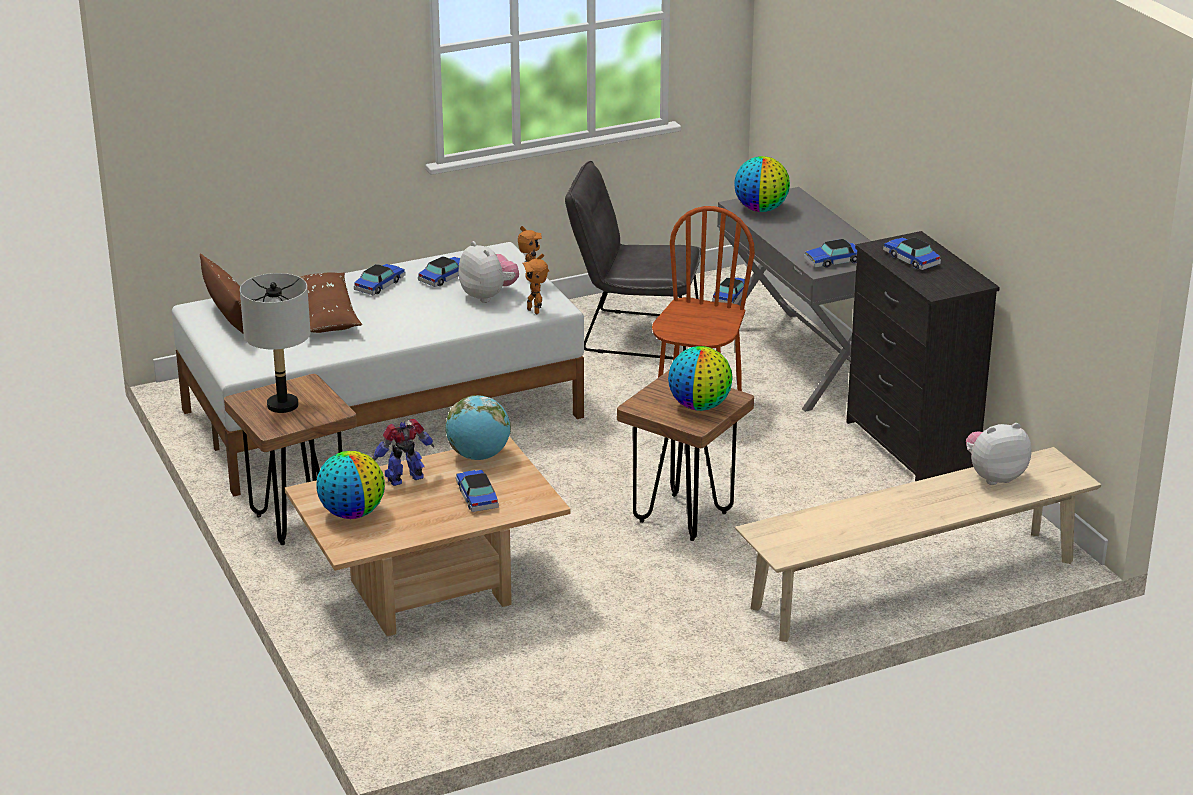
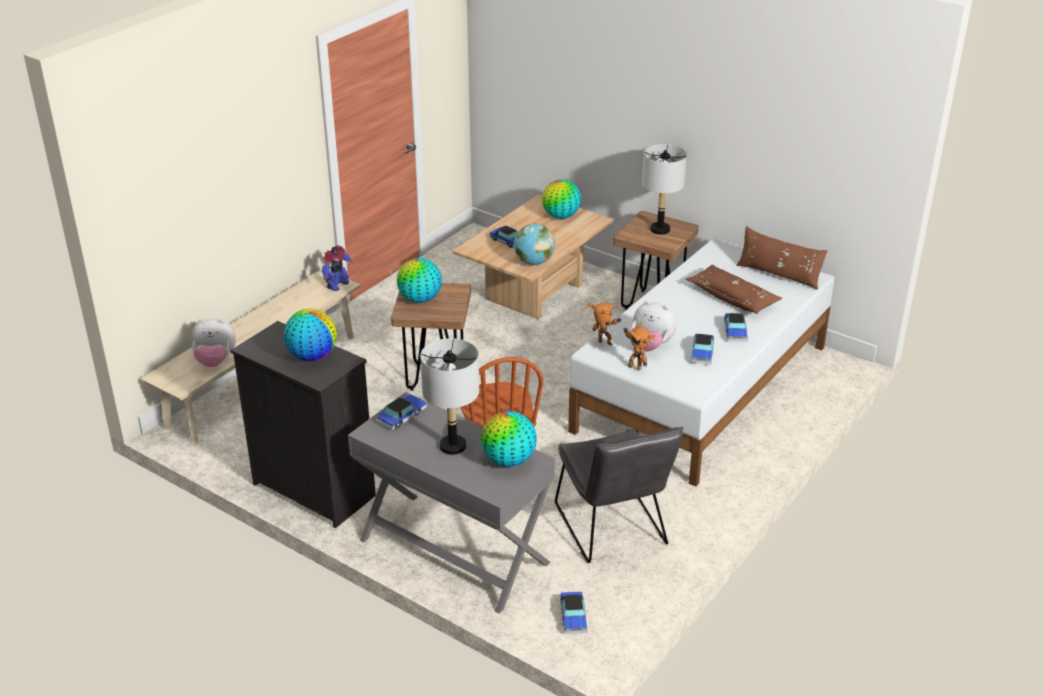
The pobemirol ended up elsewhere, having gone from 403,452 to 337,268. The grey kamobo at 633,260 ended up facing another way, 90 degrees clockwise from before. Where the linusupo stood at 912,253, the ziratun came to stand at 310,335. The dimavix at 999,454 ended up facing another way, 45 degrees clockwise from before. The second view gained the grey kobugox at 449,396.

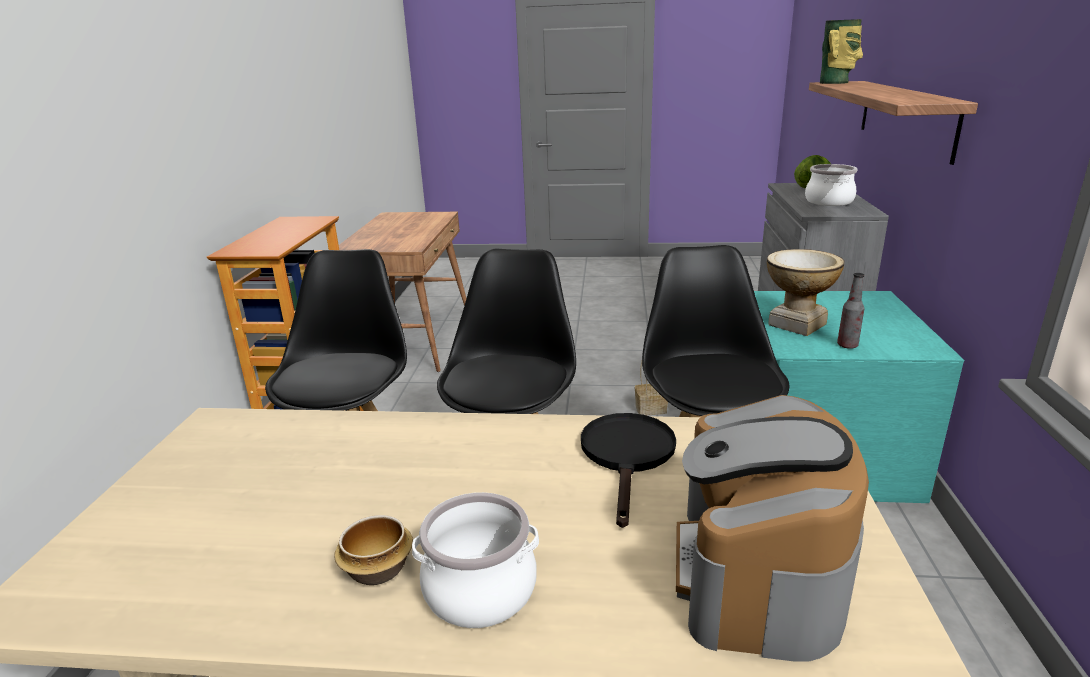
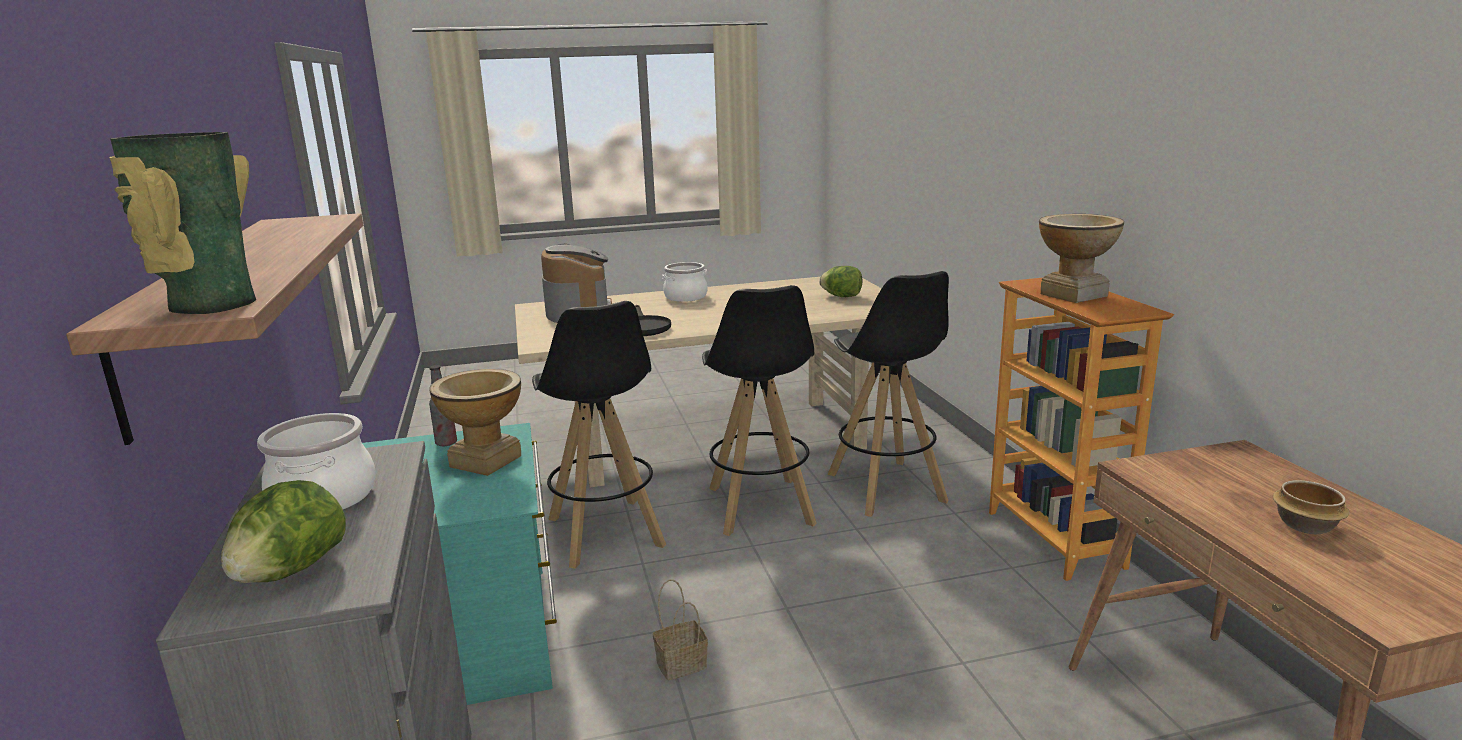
The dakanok ended up elsewhere, having gone from 374,550 to 1311,507. The second view gained the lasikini at 840,281. The second view gained the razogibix at 1081,258.

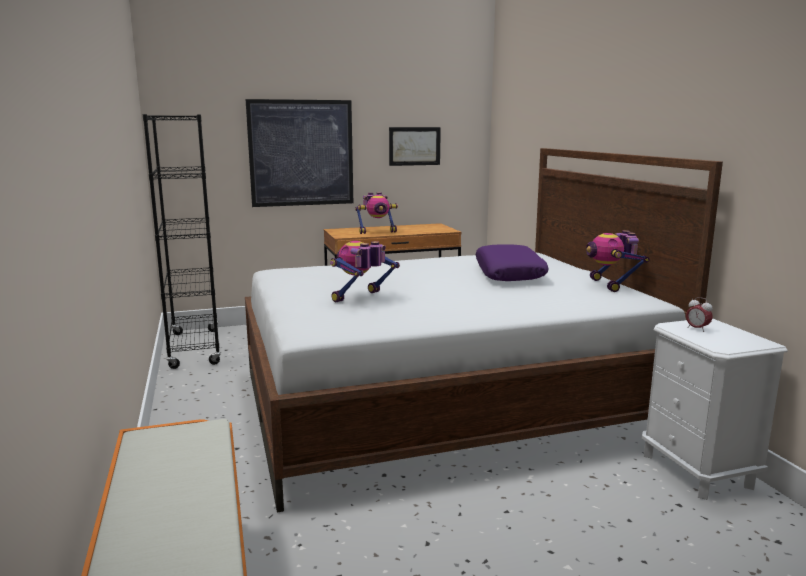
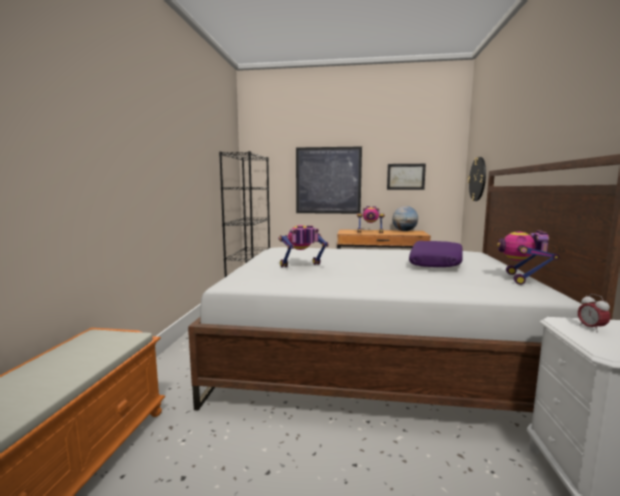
The second view gained the ziratun at 405,218. The second view gained the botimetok at 477,179.

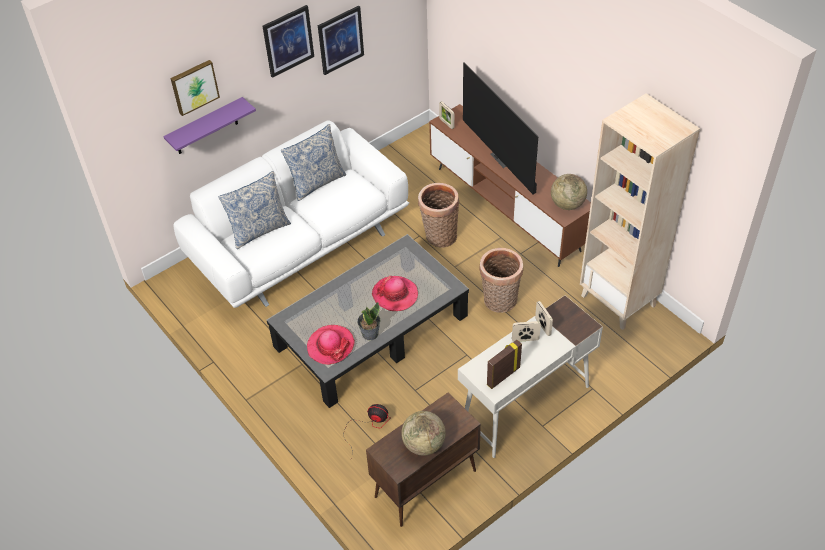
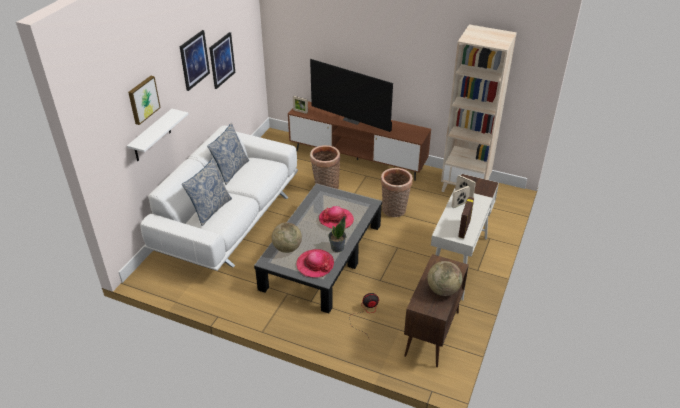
What was the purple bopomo at 209,125 turned into the white bopomo at 157,135. The ziratun ended up elsewhere, having gone from 569,192 to 287,237.

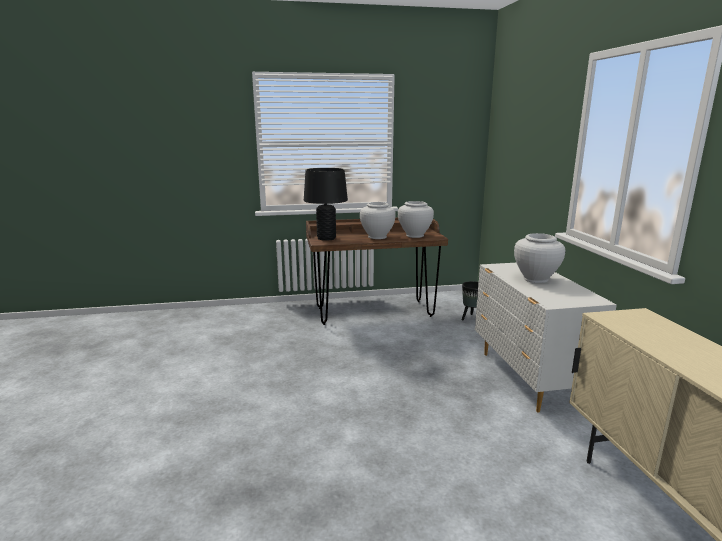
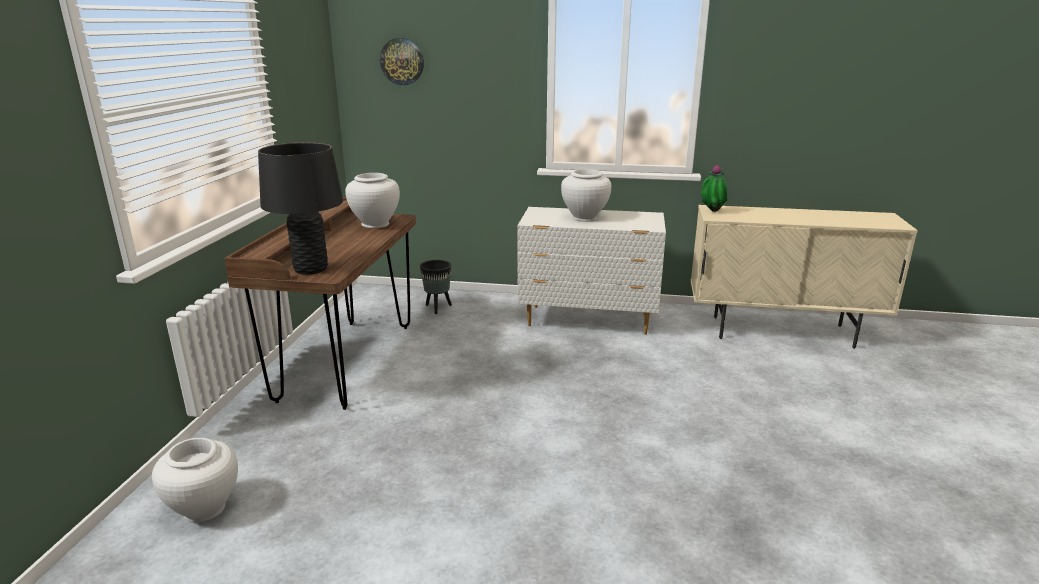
The white razogibix ended up elsewhere, having gone from 378,220 to 195,480. The second view gained the botimetok at 402,61. The second view gained the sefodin at 714,188.

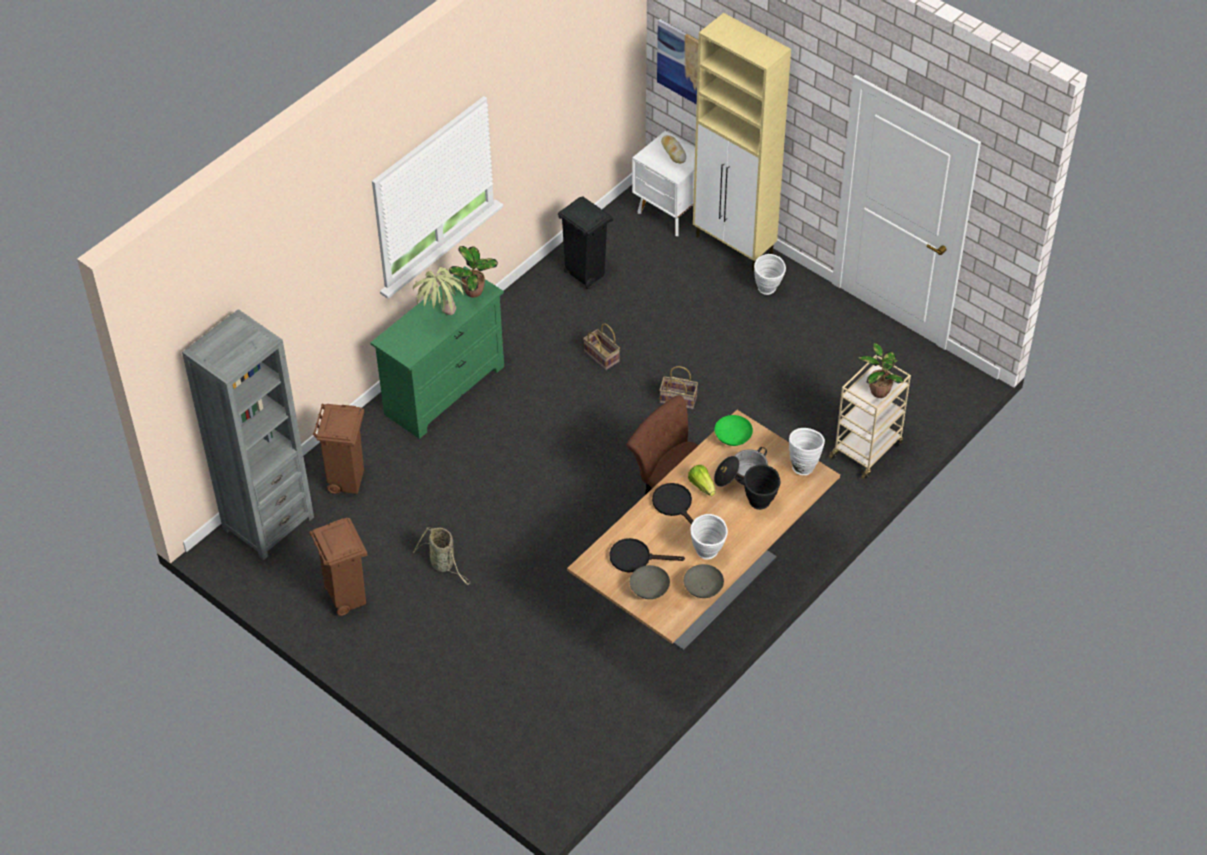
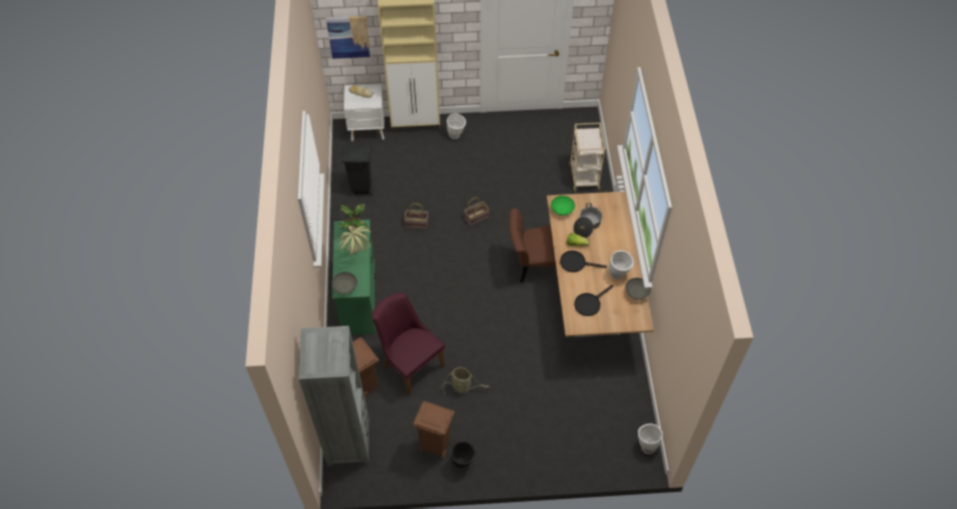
The grey dakanok ended up elsewhere, having gone from 650,582 to 344,283. The black razogibix ended up elsewhere, having gone from 762,487 to 463,454. The white razogibix ended up elsewhere, having gone from 807,451 to 650,439. The second view lost the sefodin at 881,370. The second view gained the purple kamobo at 408,344.

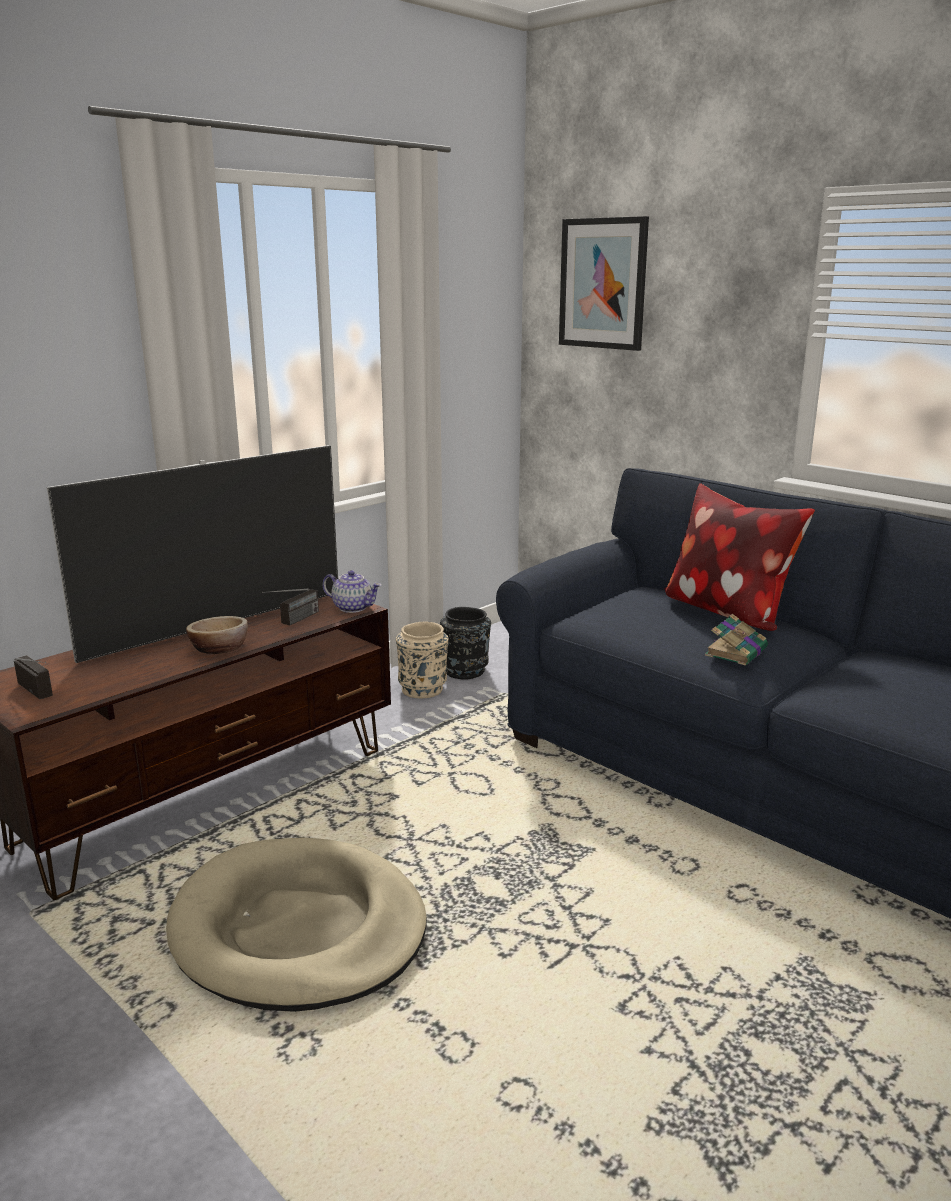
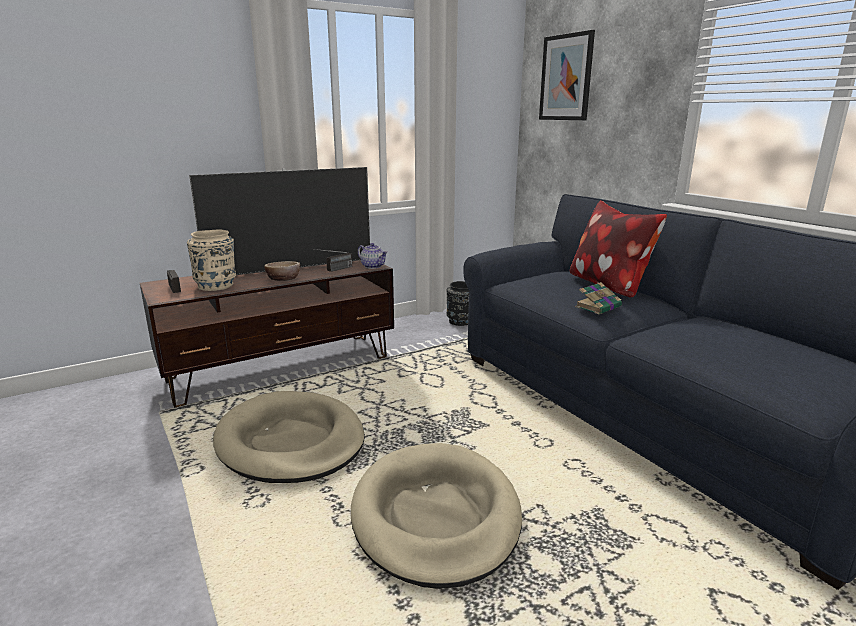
The beige razogibix ended up elsewhere, having gone from 422,660 to 211,260. The second view gained the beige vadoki at 436,516.

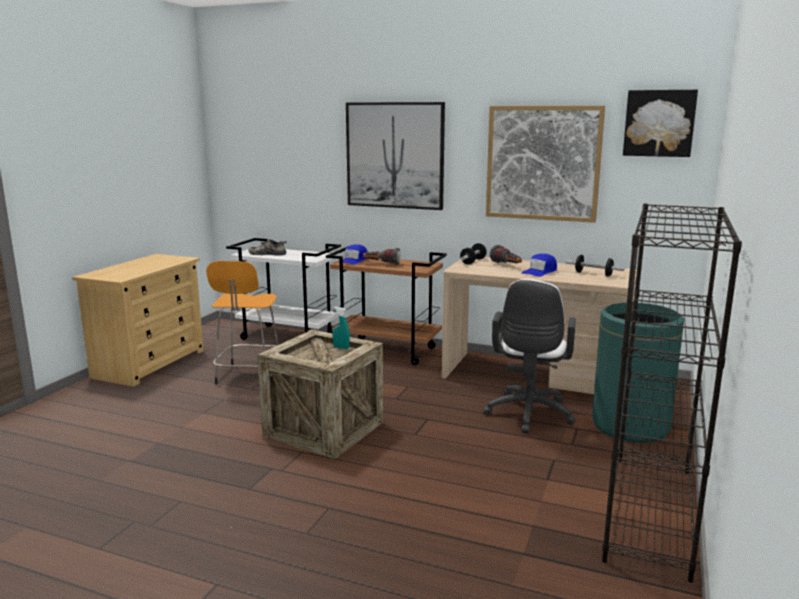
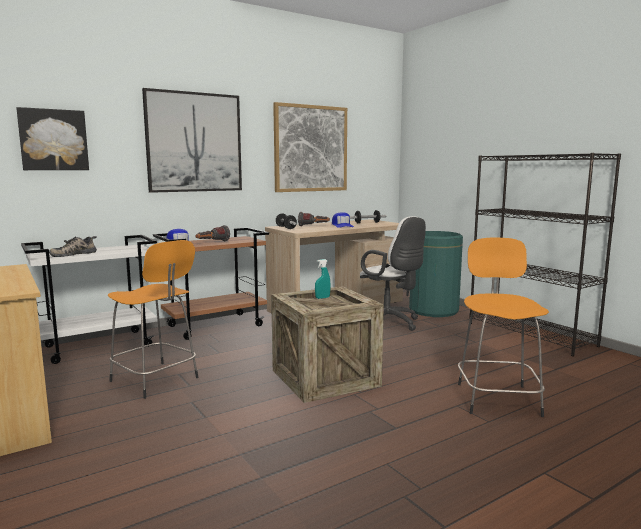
The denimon ended up elsewhere, having gone from 660,123 to 52,138. The second view gained the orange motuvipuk at 503,327.

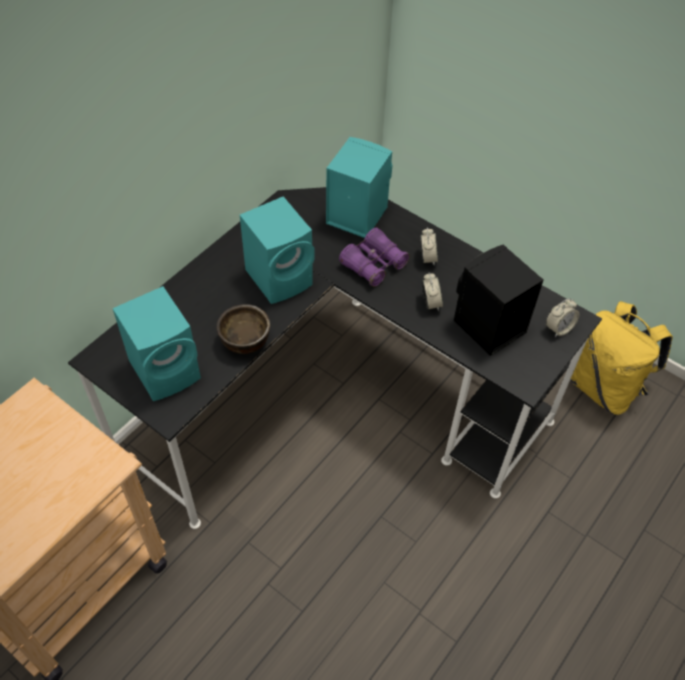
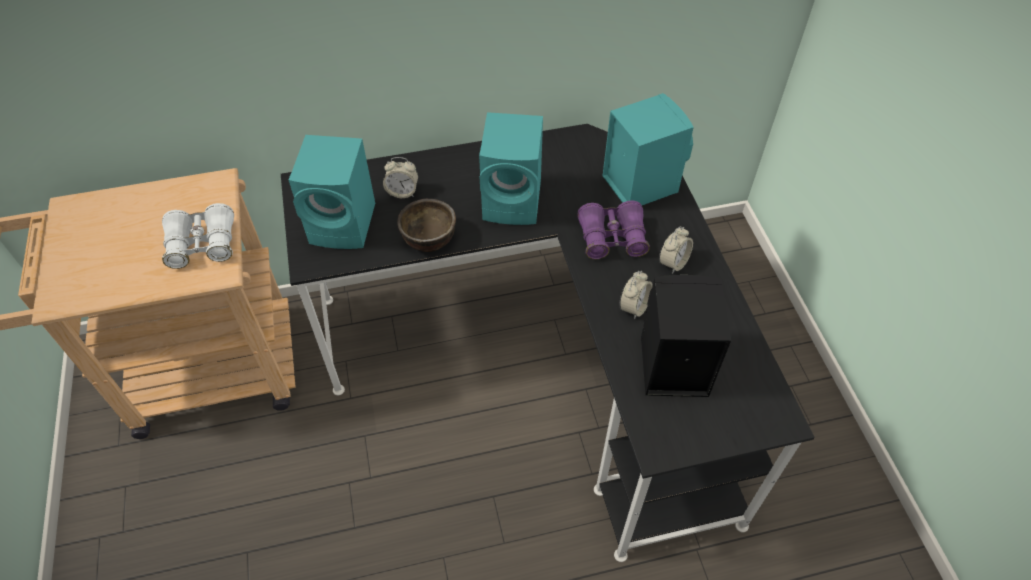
The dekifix ended up elsewhere, having gone from 562,317 to 400,177. The second view lost the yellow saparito at 621,358. The second view gained the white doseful at 198,236.

